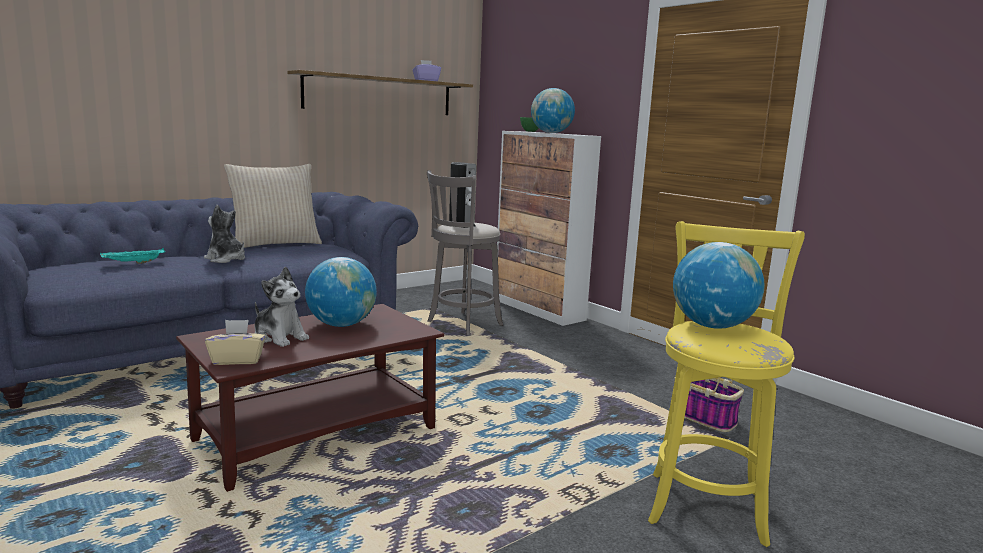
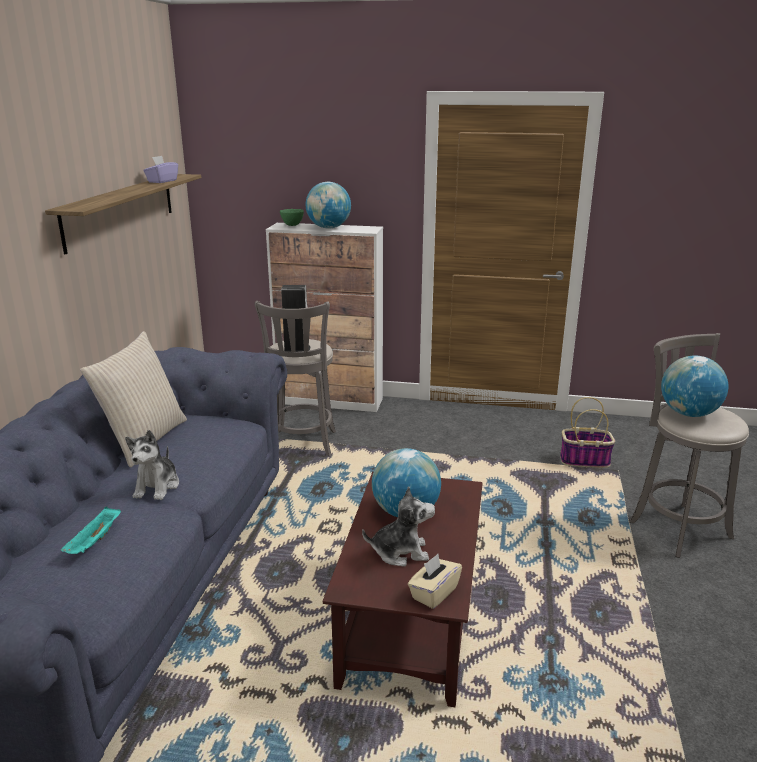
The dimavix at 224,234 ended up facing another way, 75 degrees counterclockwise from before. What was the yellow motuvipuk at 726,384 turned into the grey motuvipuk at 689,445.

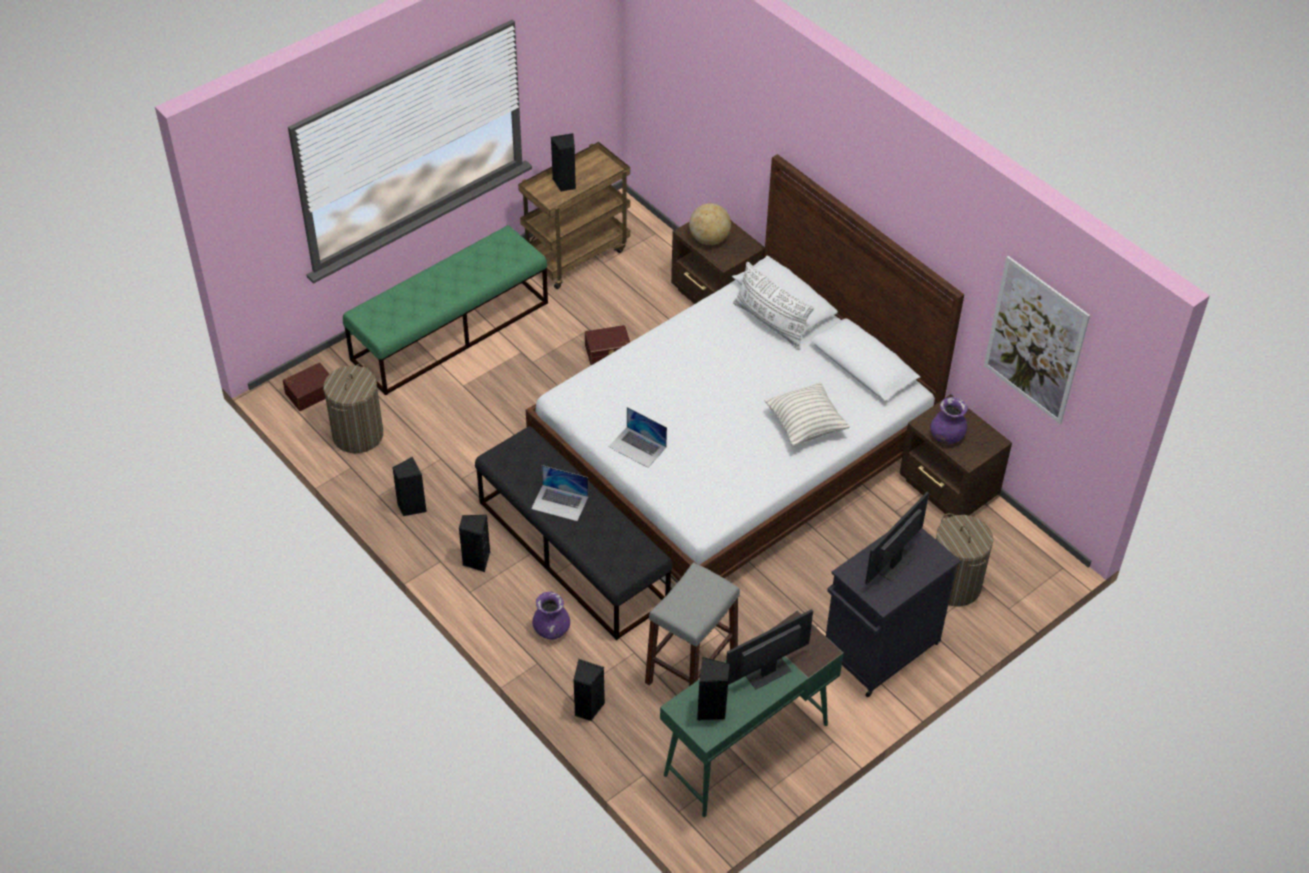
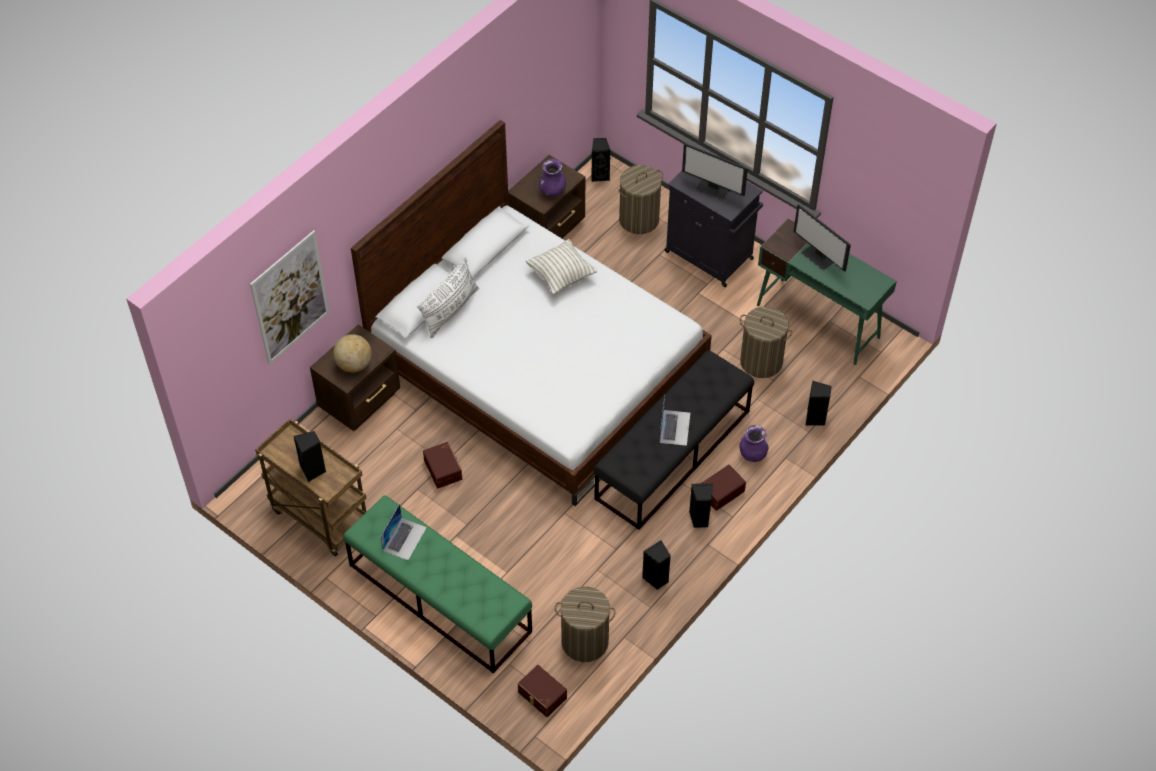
The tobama ended up elsewhere, having gone from 638,437 to 403,532. Where the grey motuvipuk stood at 692,624, the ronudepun came to stand at 766,342. The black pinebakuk ended up elsewhere, having gone from 713,689 to 600,160. The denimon ended up elsewhere, having gone from 1037,340 to 289,297. The second view gained the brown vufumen at 723,487.

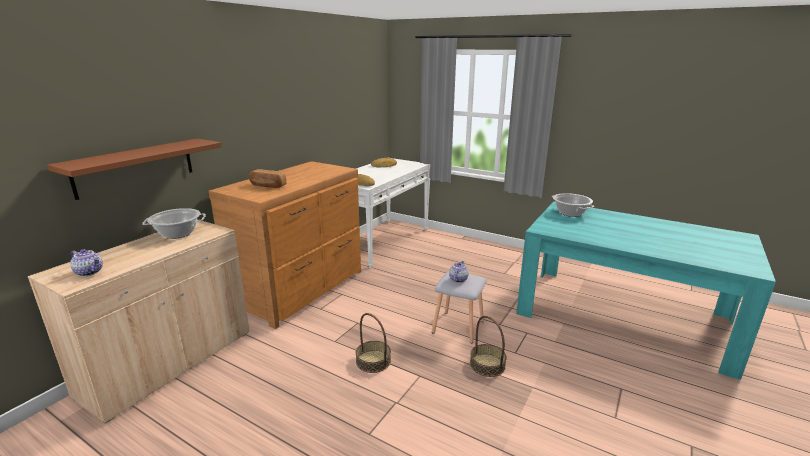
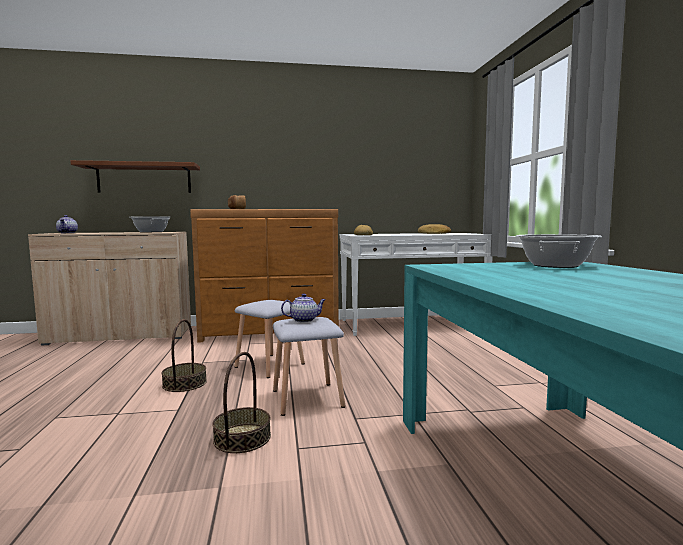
The second view gained the grey motuvipuk at 269,339.

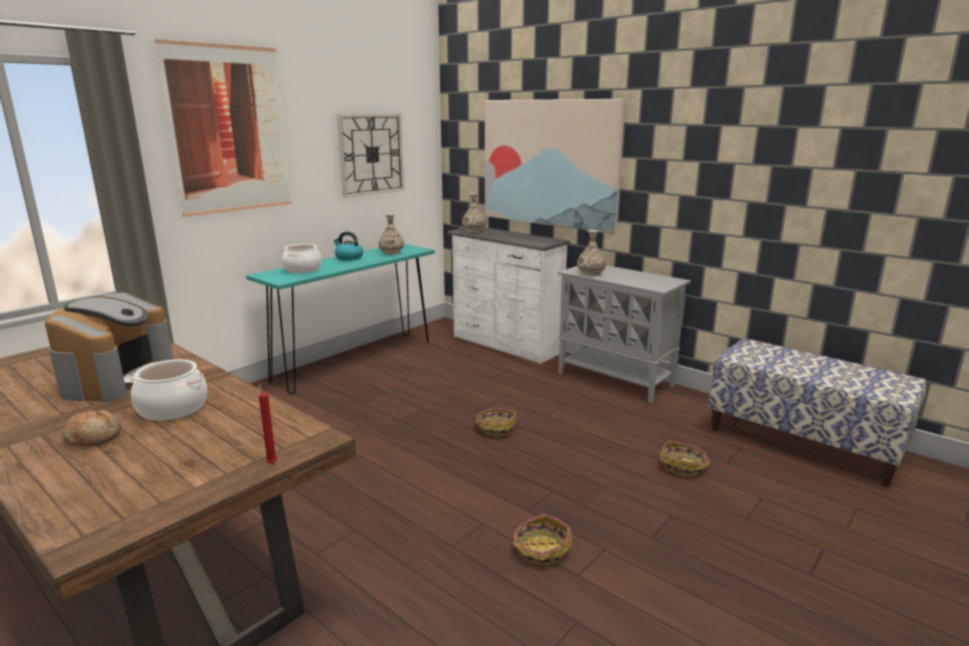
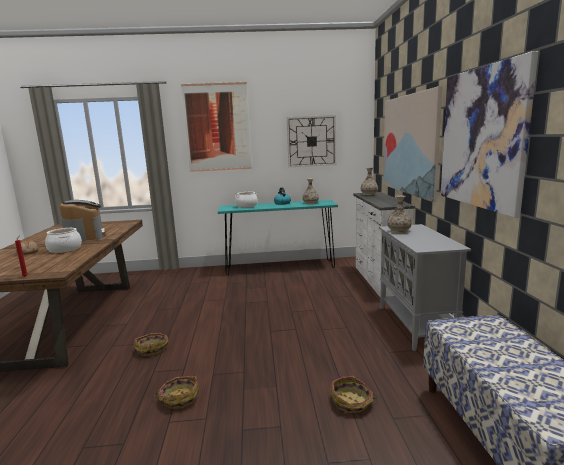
The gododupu at 109,347 ended up facing another way, 75 degrees counterclockwise from before. The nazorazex ended up elsewhere, having gone from 494,422 to 151,344. The second view gained the denimon at 489,134.

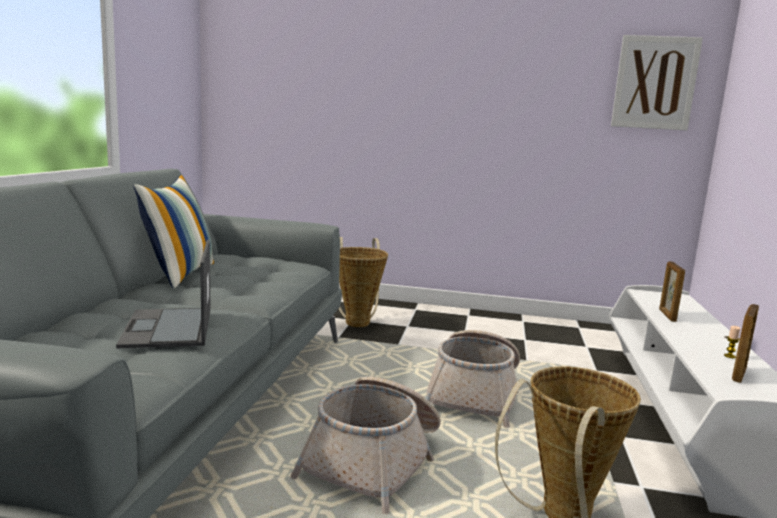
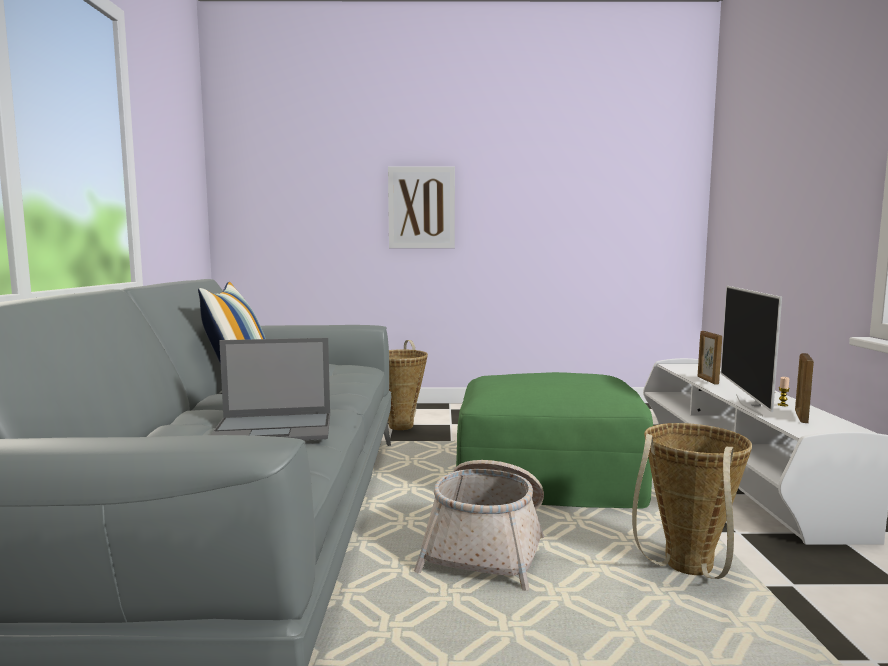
The tobama at 163,294 ended up facing another way, 75 degrees counterclockwise from before. Where the nazorazex stood at 473,379, the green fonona came to stand at 554,440. The denimon ended up elsewhere, having gone from 657,83 to 421,207. The second view gained the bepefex at 751,351.

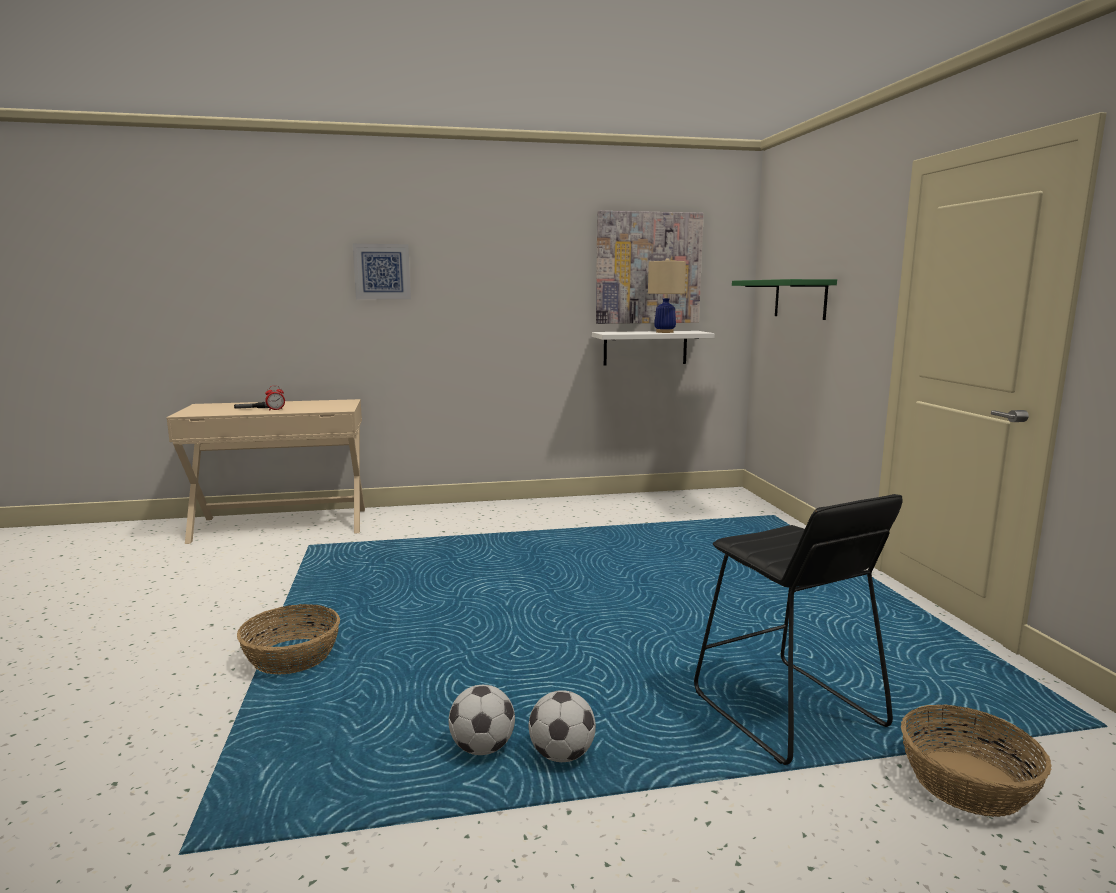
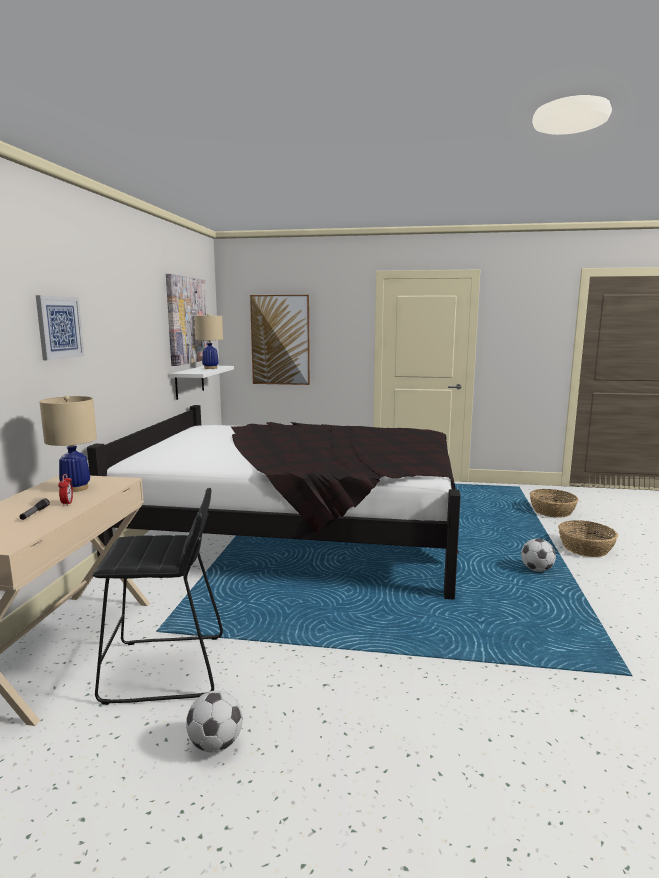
The nazorazex ended up elsewhere, having gone from 288,639 to 588,538. The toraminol ended up elsewhere, having gone from 482,720 to 214,721. The black motuvipuk ended up elsewhere, having gone from 798,629 to 158,596. Where the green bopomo hung at 784,299, the denimon came to hang at 280,340. The second view gained the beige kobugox at 68,443. The second view gained the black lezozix at 274,502.

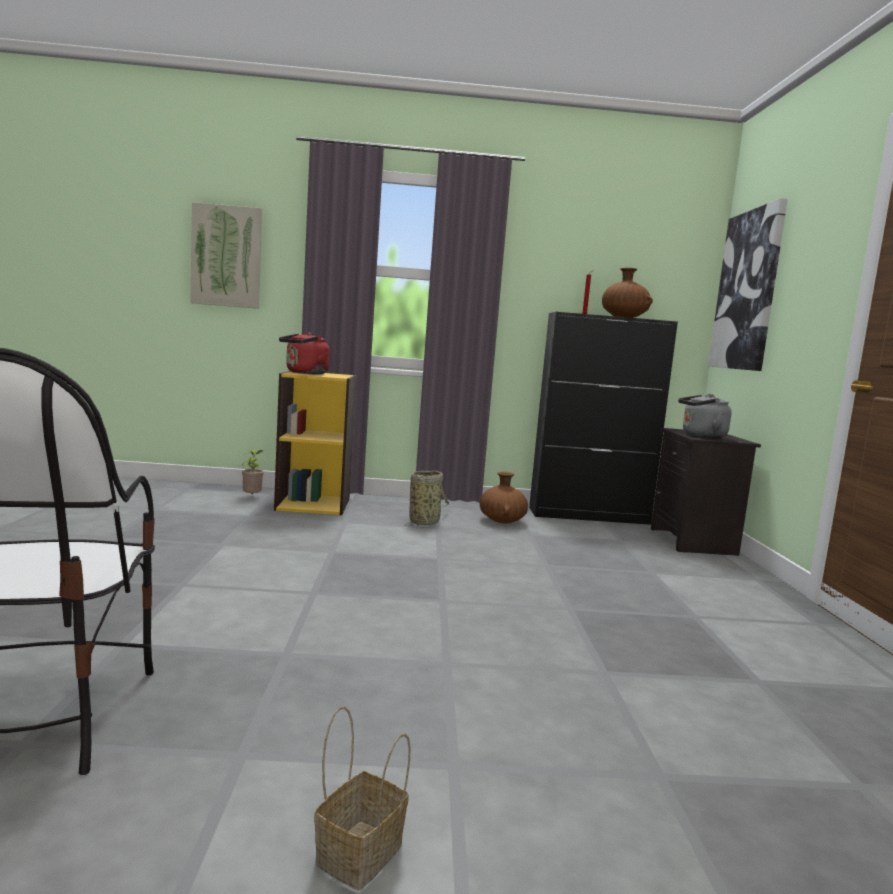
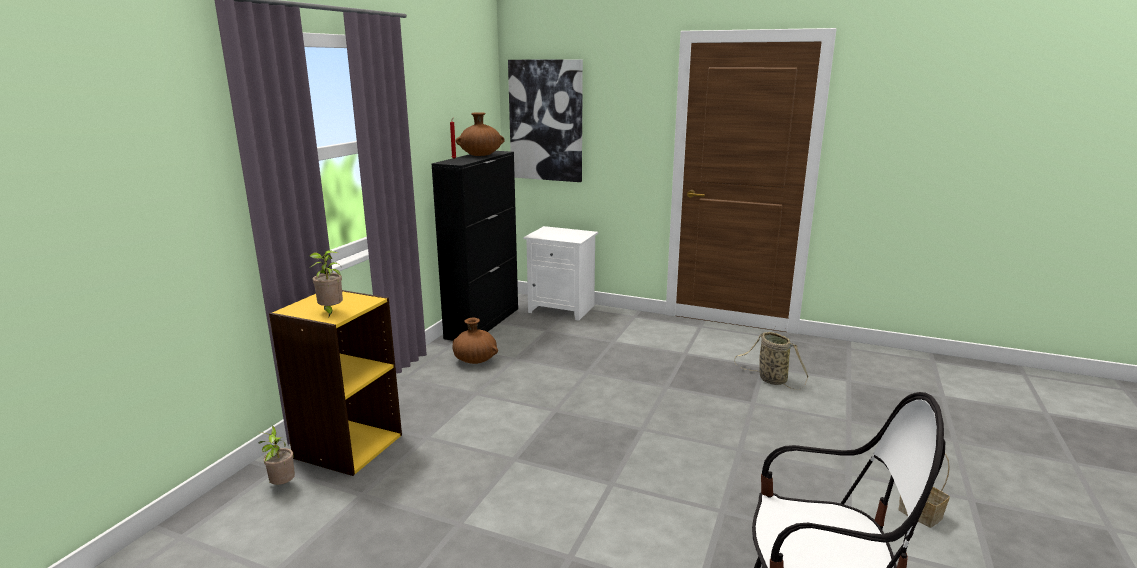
The second view lost the denimon at 226,255. Where the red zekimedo stood at 304,353, the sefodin came to stand at 326,283. The nazorazex ended up elsewhere, having gone from 426,498 to 771,361. What was the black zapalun at 706,492 turned into the white zapalun at 560,273. The second view lost the grey zekimedo at 705,416.

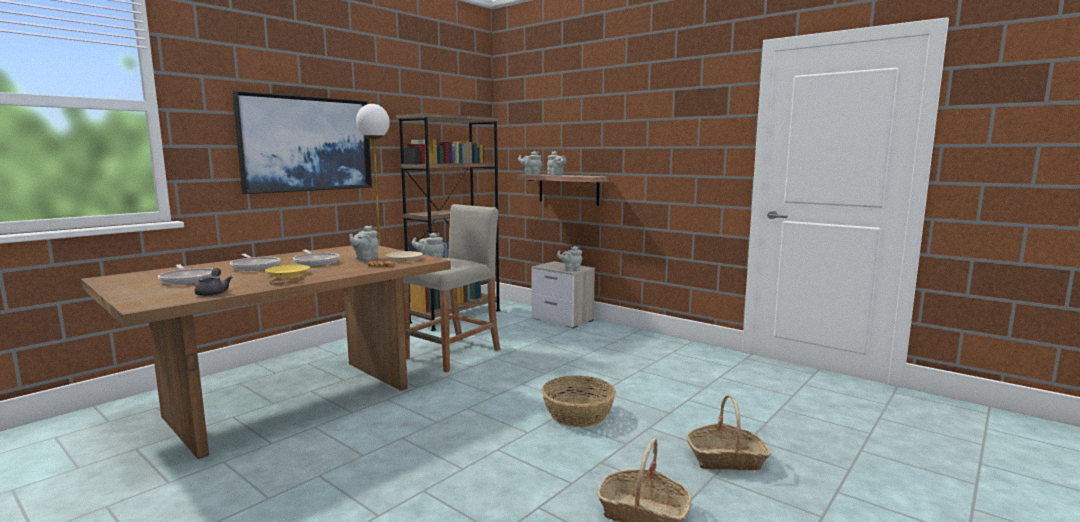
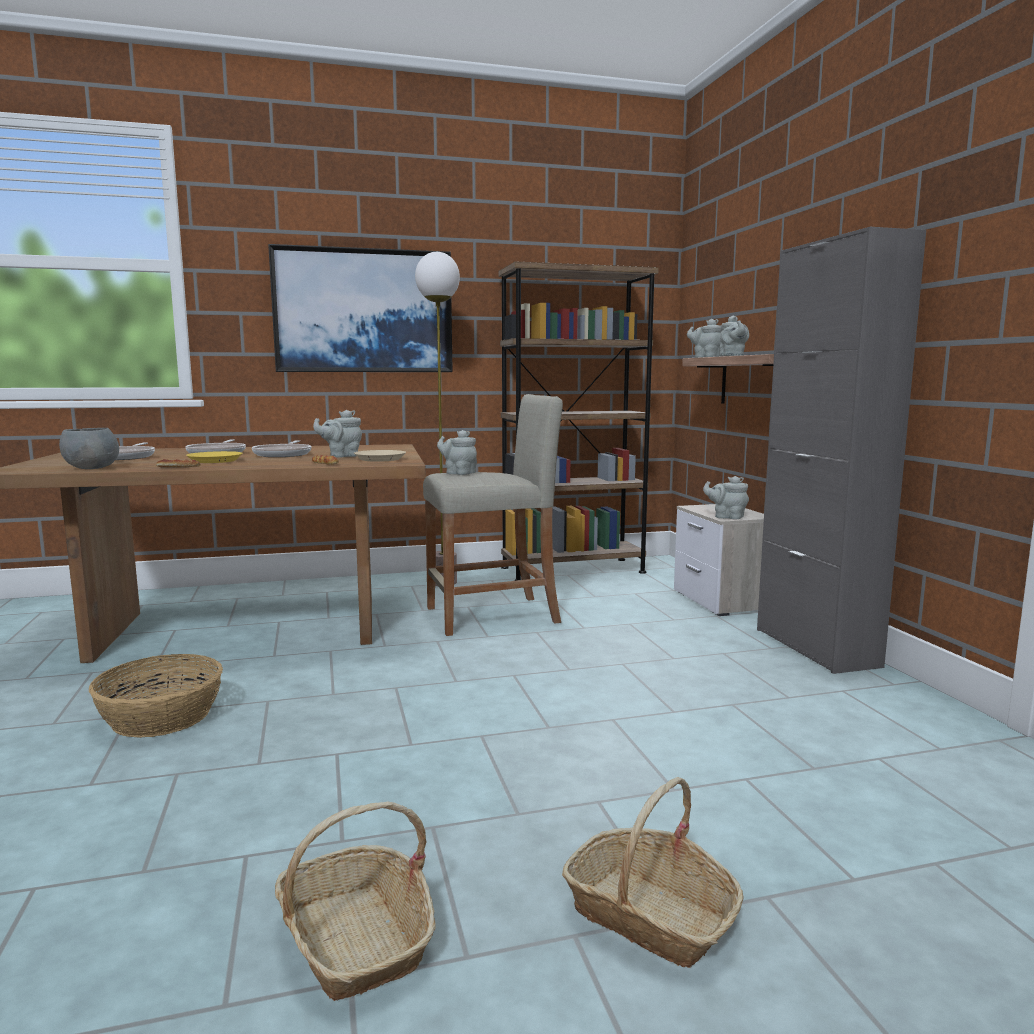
Where the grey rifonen stood at 214,282, the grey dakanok came to stand at 89,448. The nazorazex ended up elsewhere, having gone from 579,401 to 156,696. The second view gained the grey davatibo at 841,450.

